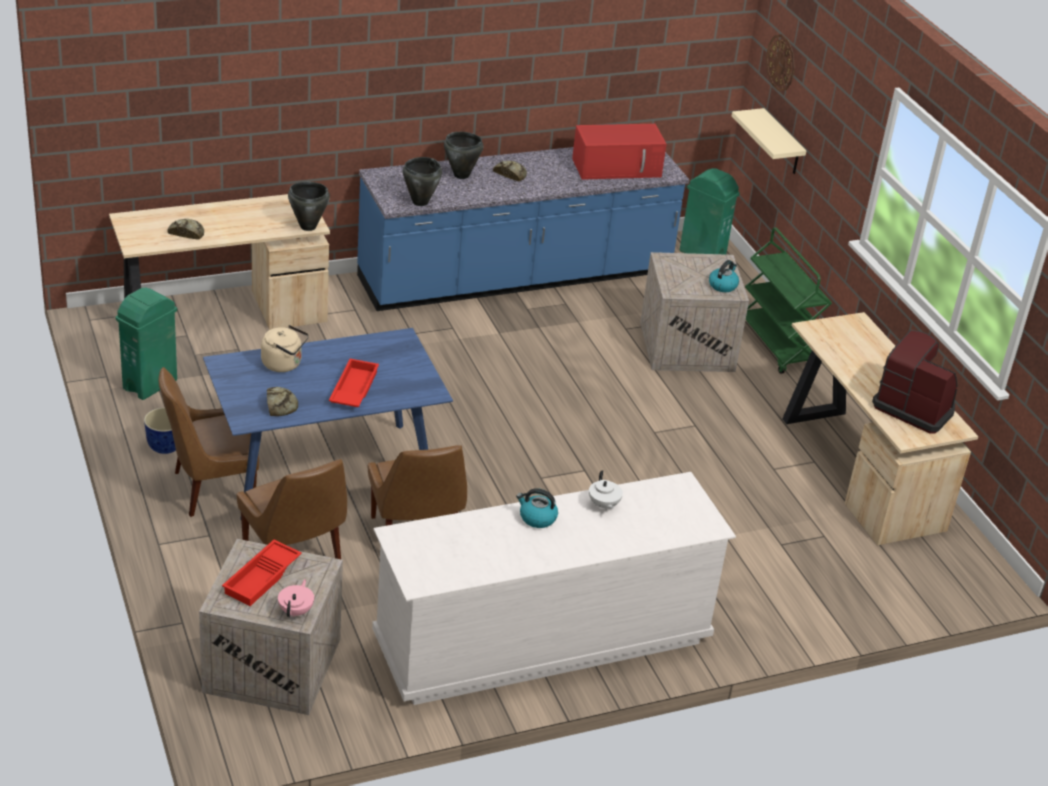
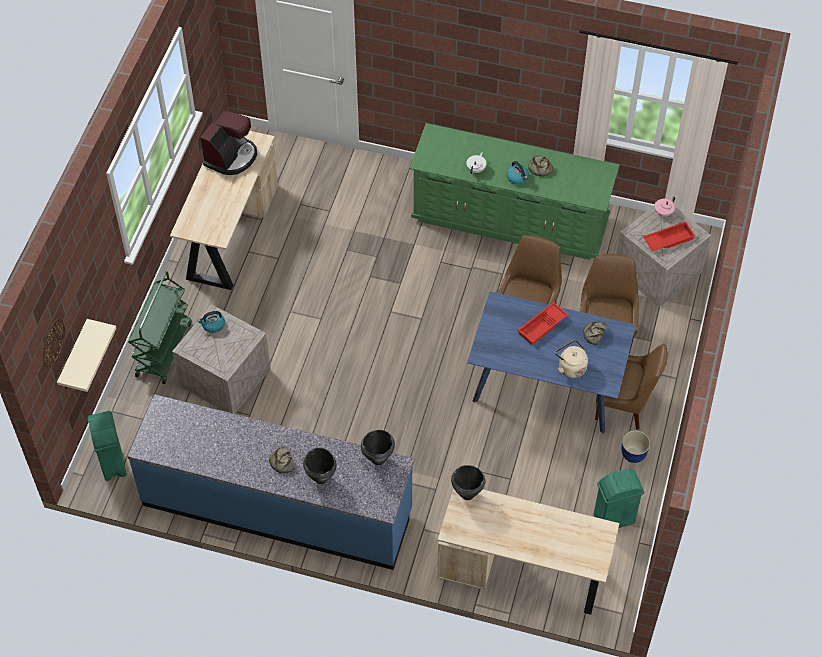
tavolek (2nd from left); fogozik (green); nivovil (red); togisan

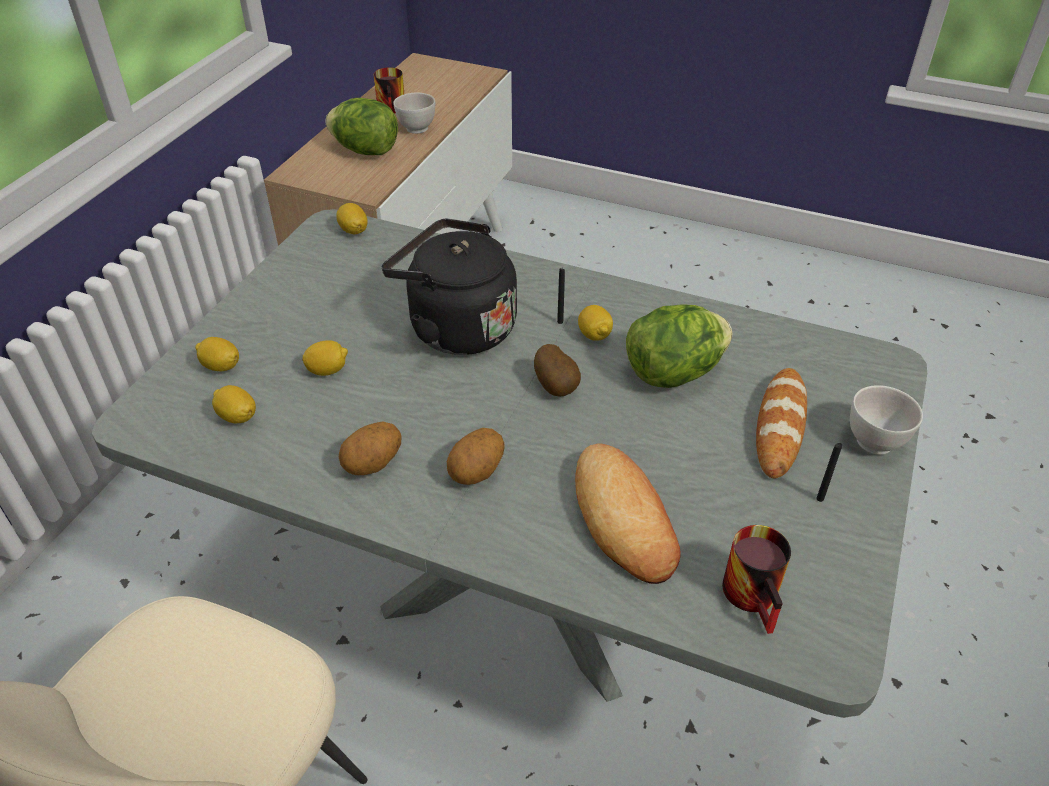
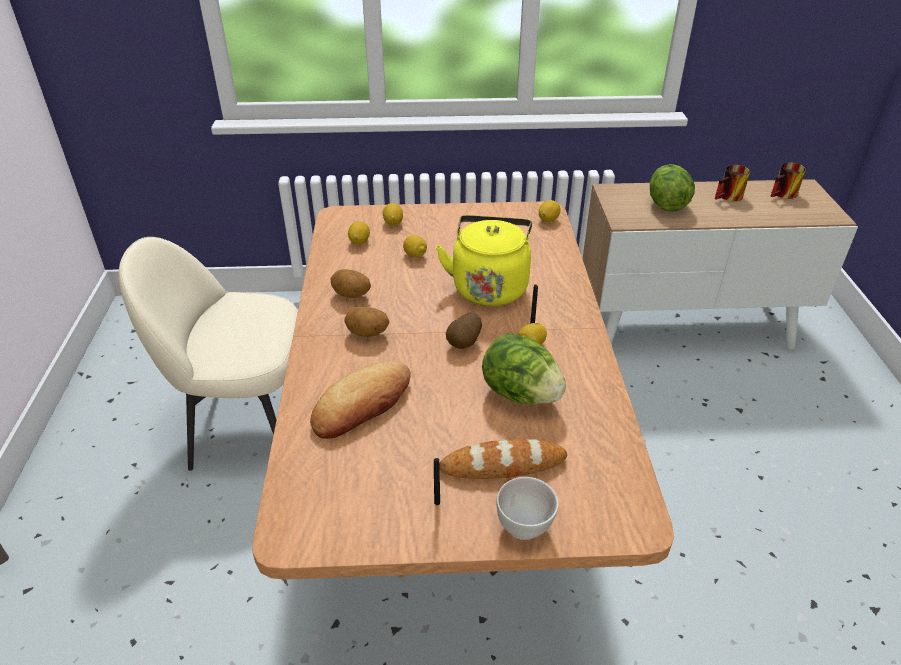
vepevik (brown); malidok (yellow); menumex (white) (1st from left in the first image); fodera (2nd from left)

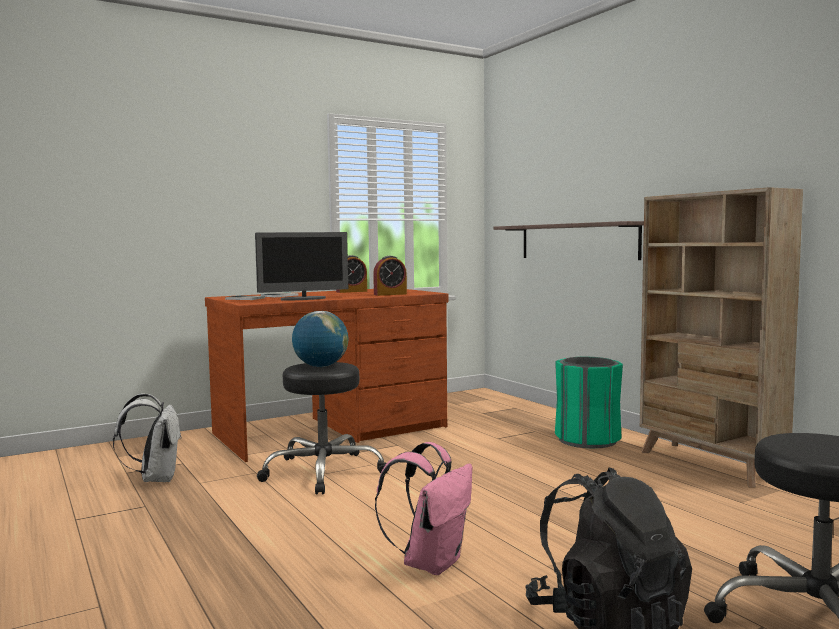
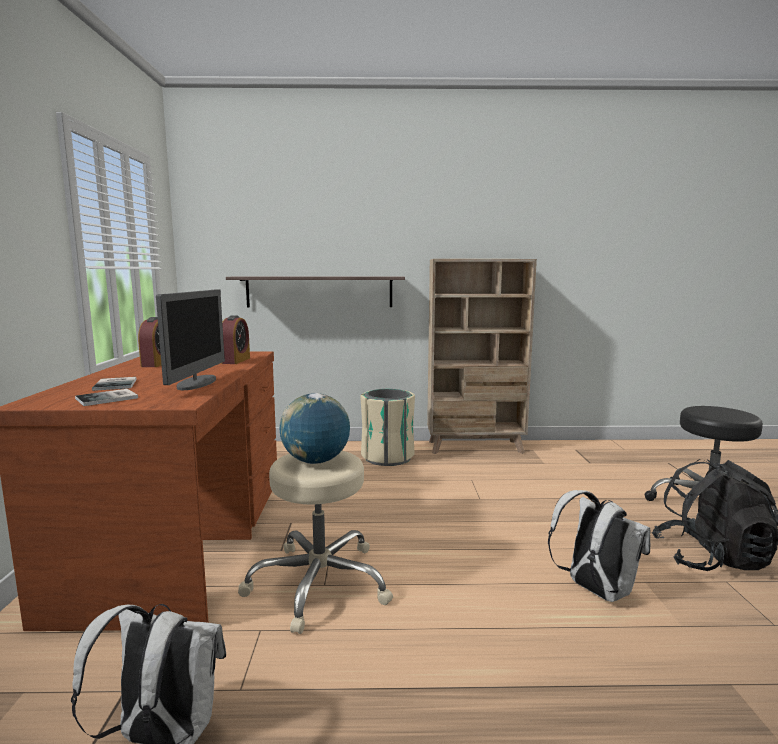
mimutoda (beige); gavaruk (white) (2nd from left); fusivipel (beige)

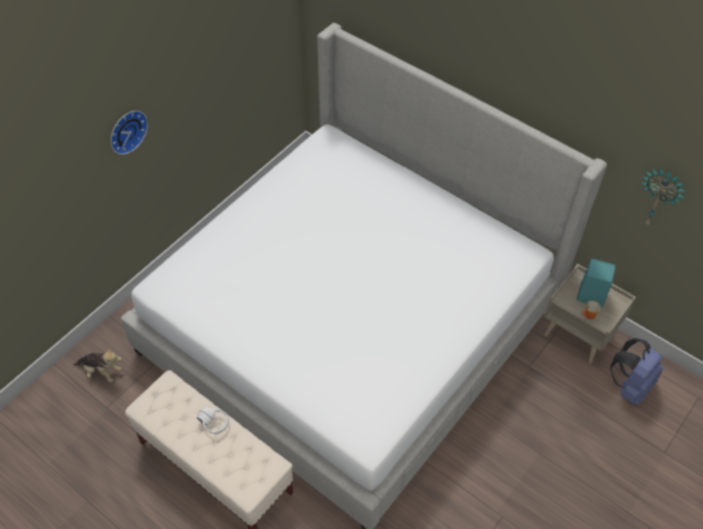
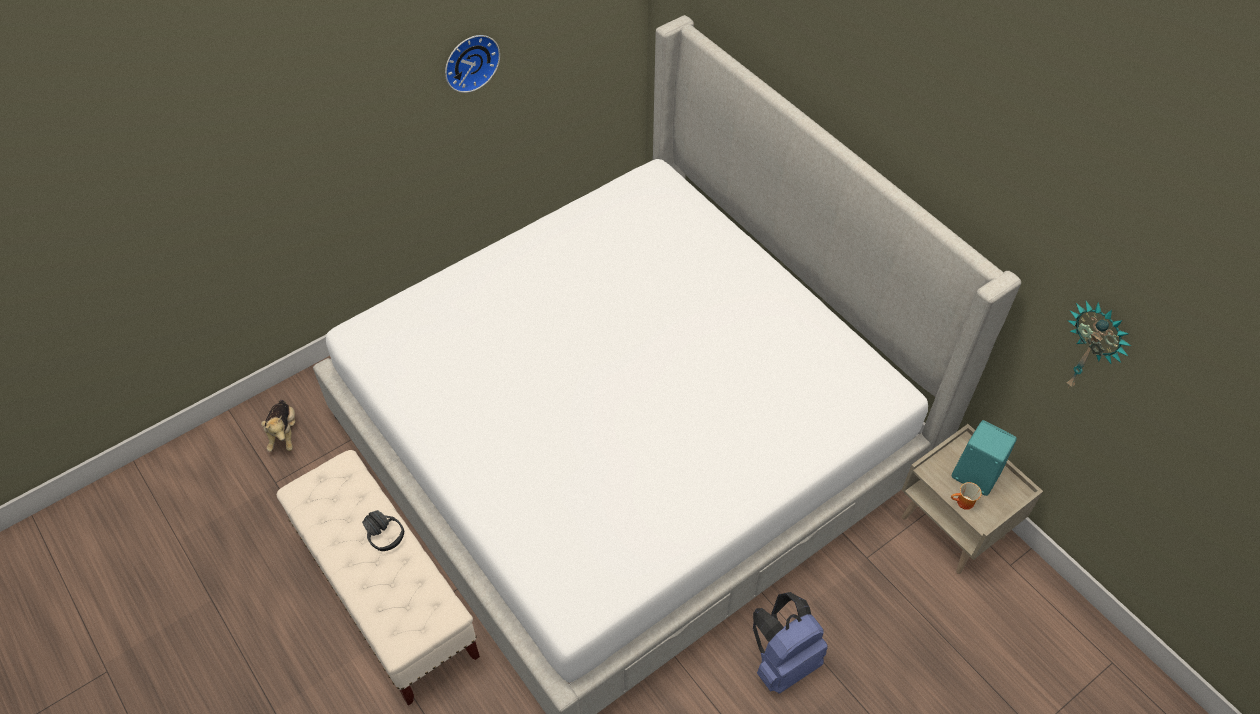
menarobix; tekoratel (1st from left); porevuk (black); gavaruk (blue)

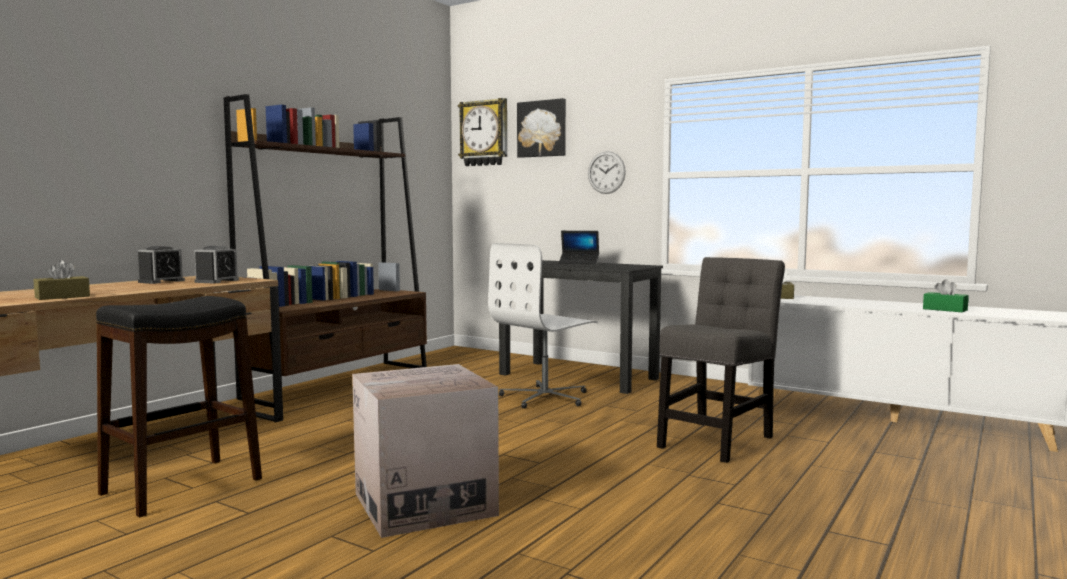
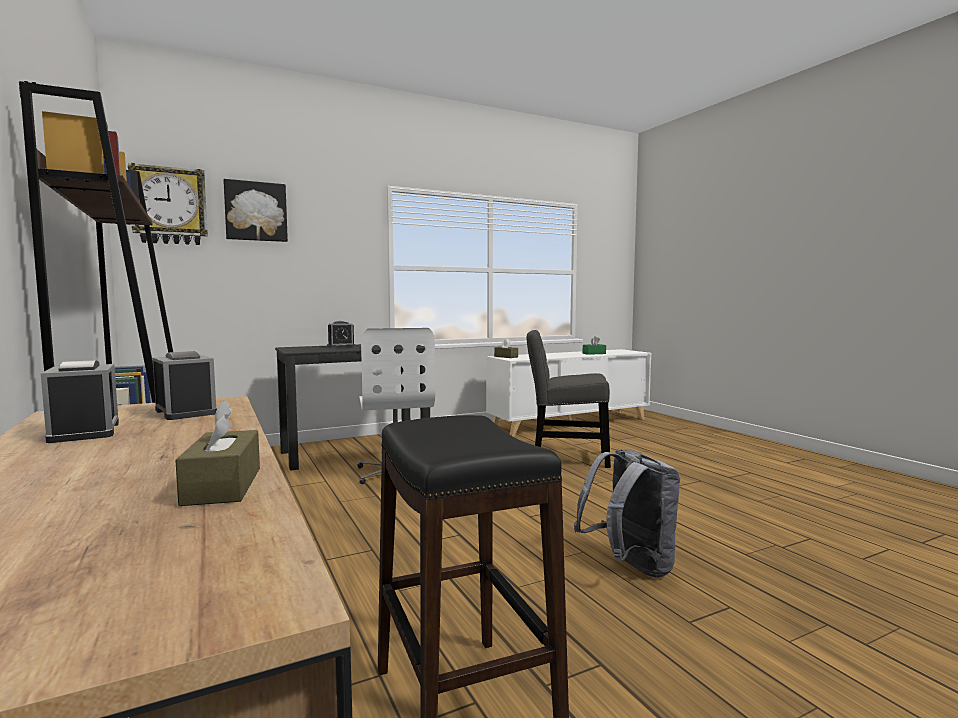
gavaruk (grey); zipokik (3rd from left); tekoratel (2nd from left in the first image); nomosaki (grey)

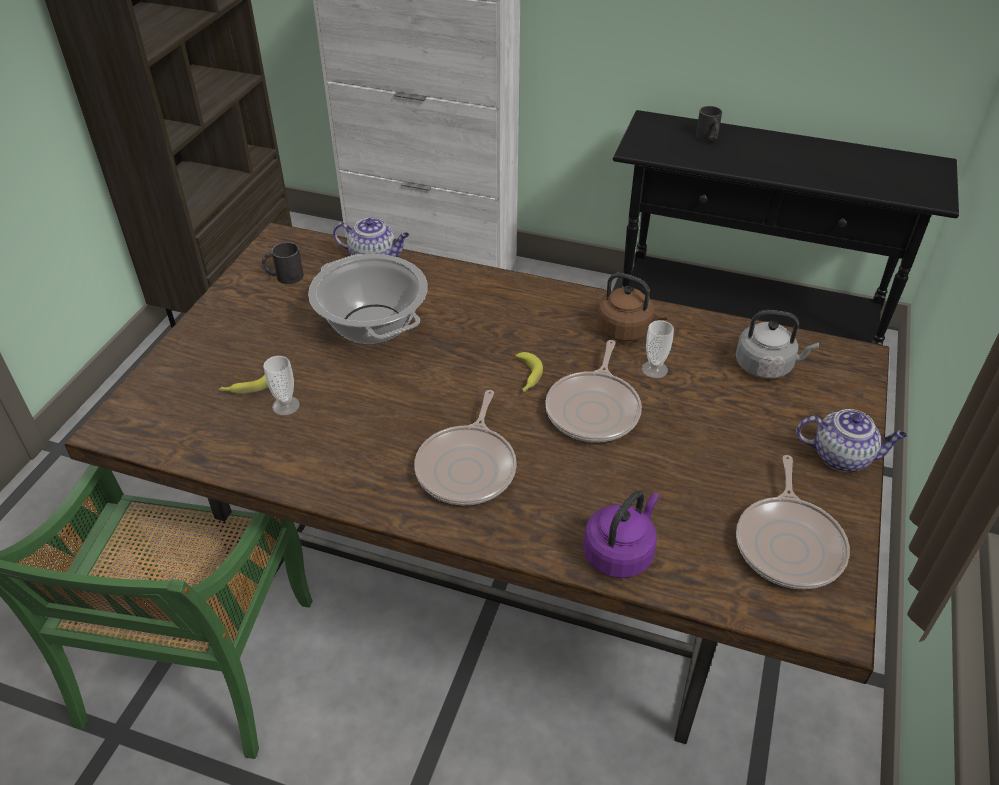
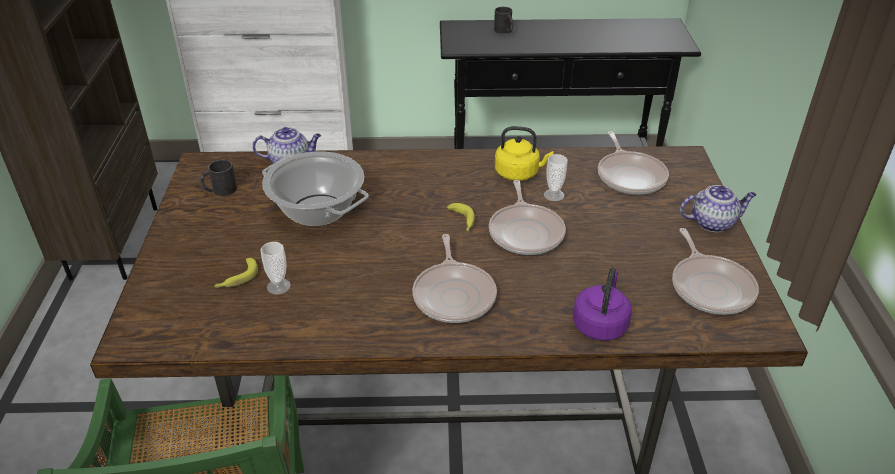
malidok (yellow); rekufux (3rd from left)

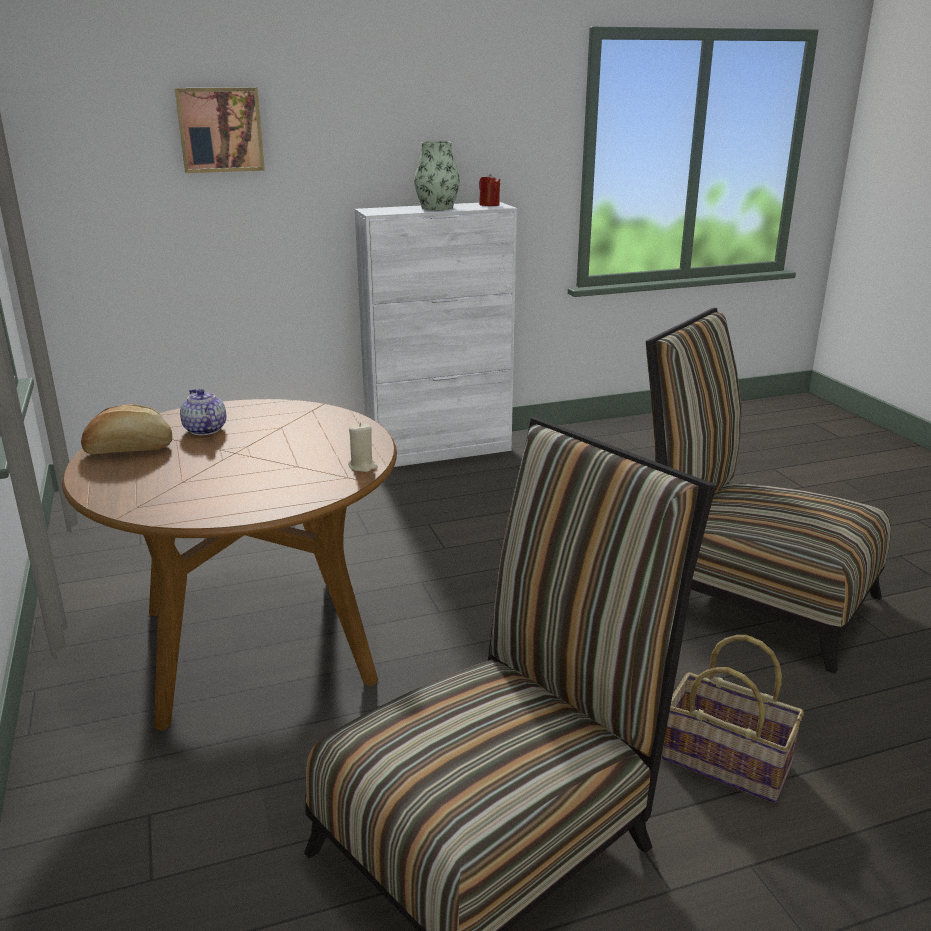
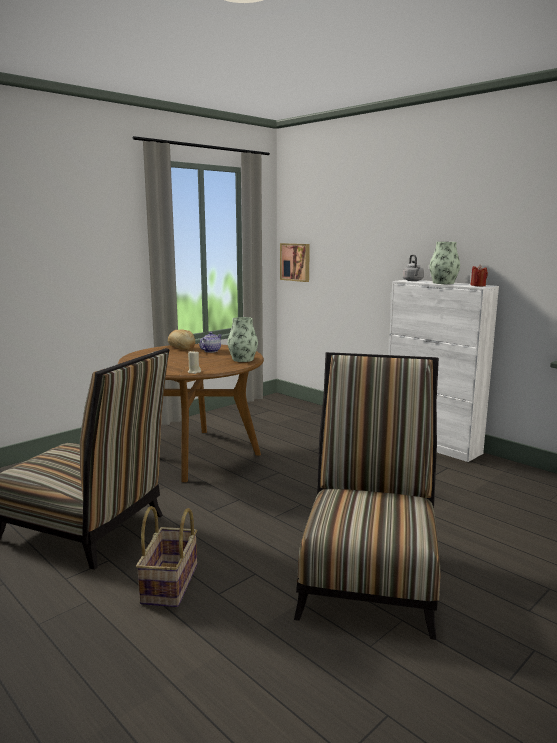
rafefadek; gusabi (1st from left); malidok (grey)

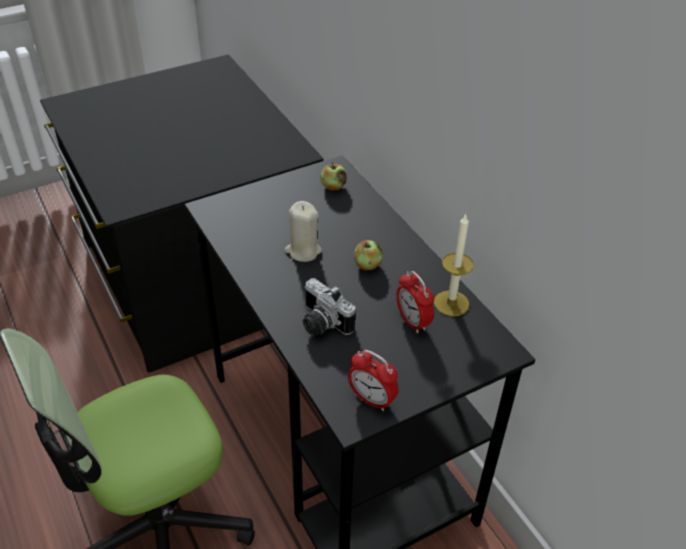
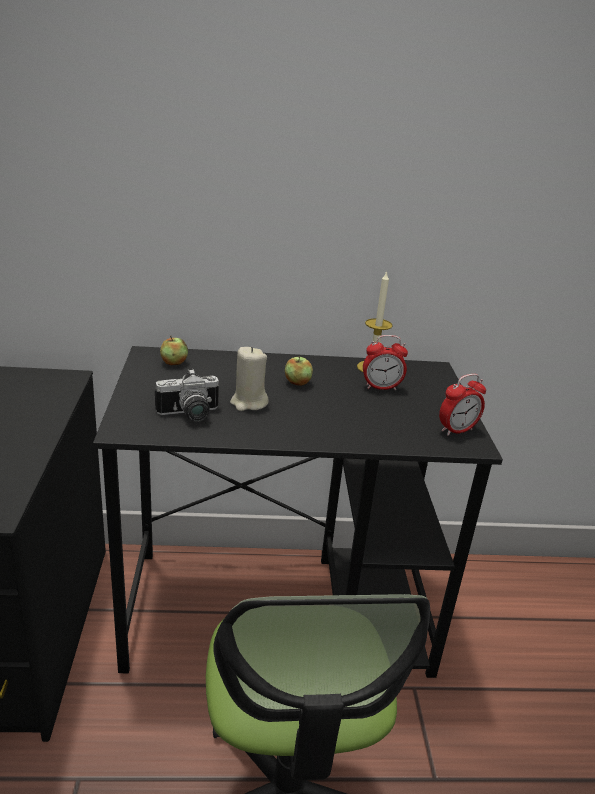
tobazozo

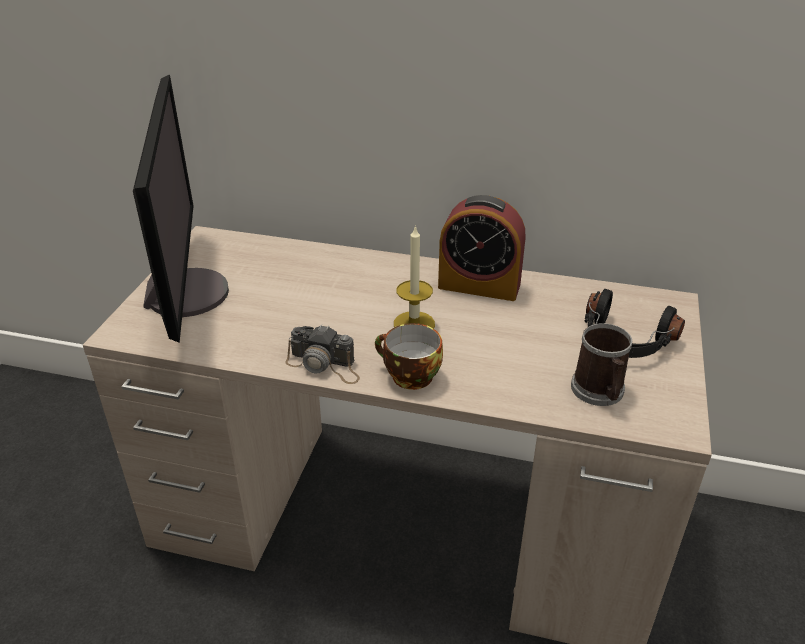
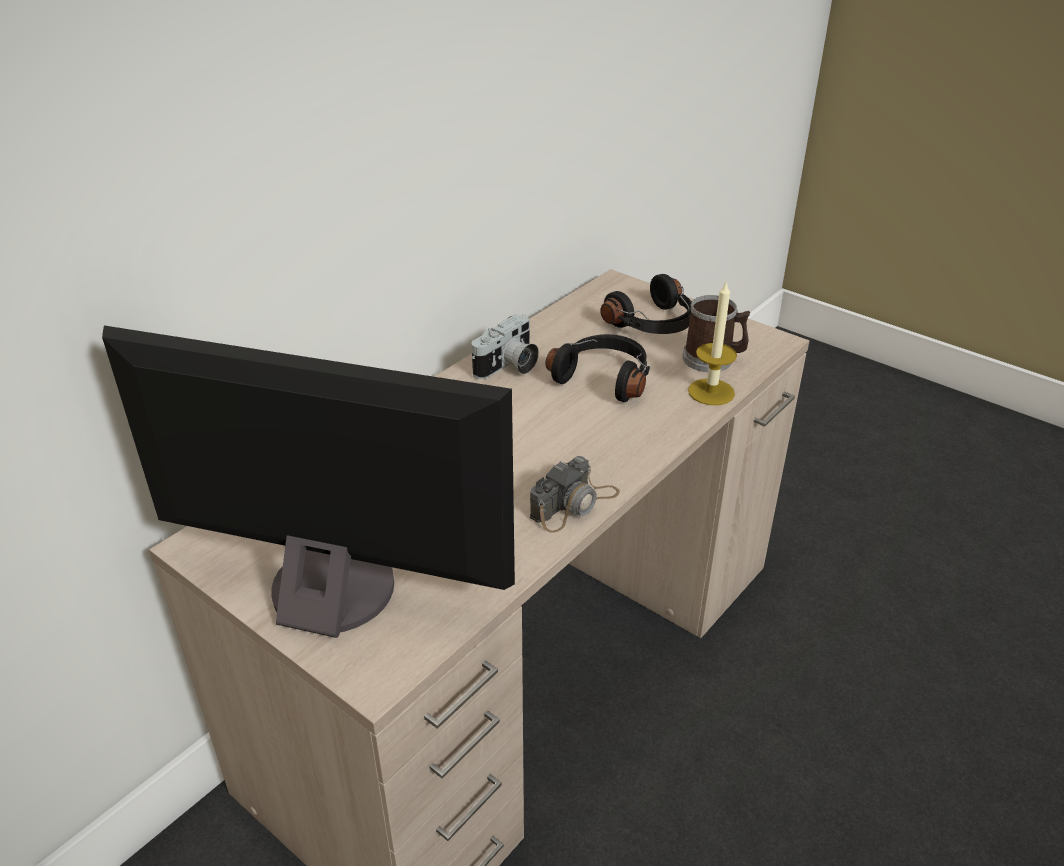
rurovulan; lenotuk; tobazozo (1st from left); porevuk (black) (1st from left)

